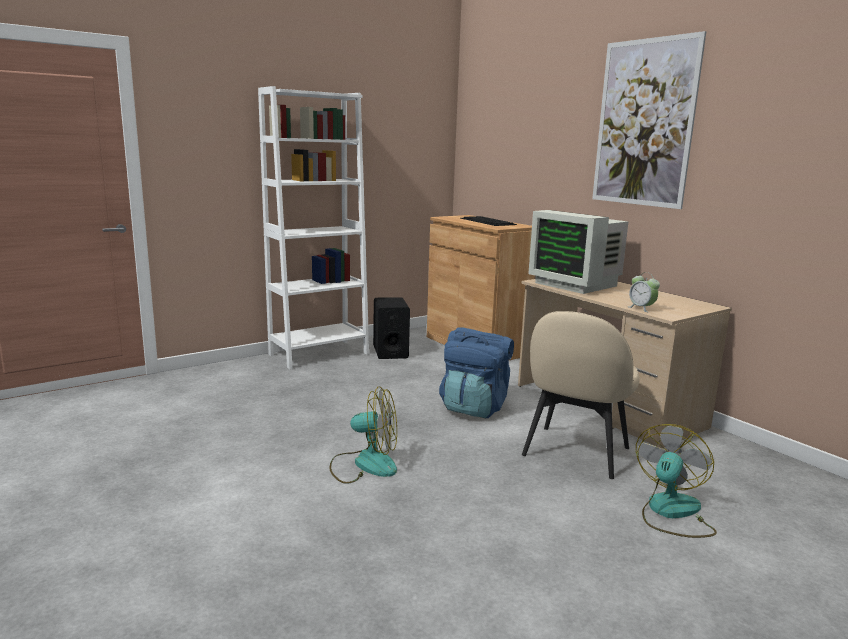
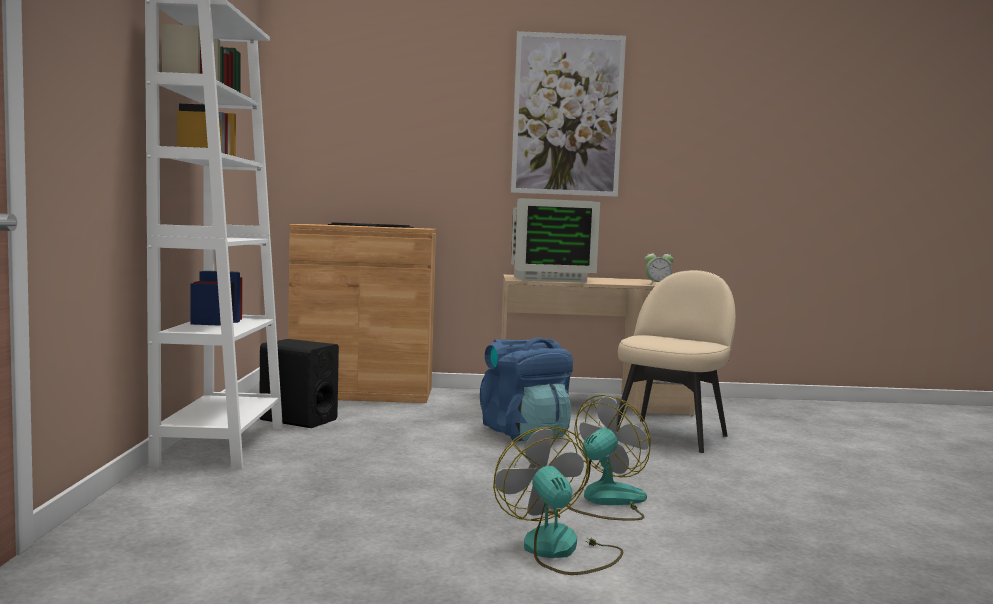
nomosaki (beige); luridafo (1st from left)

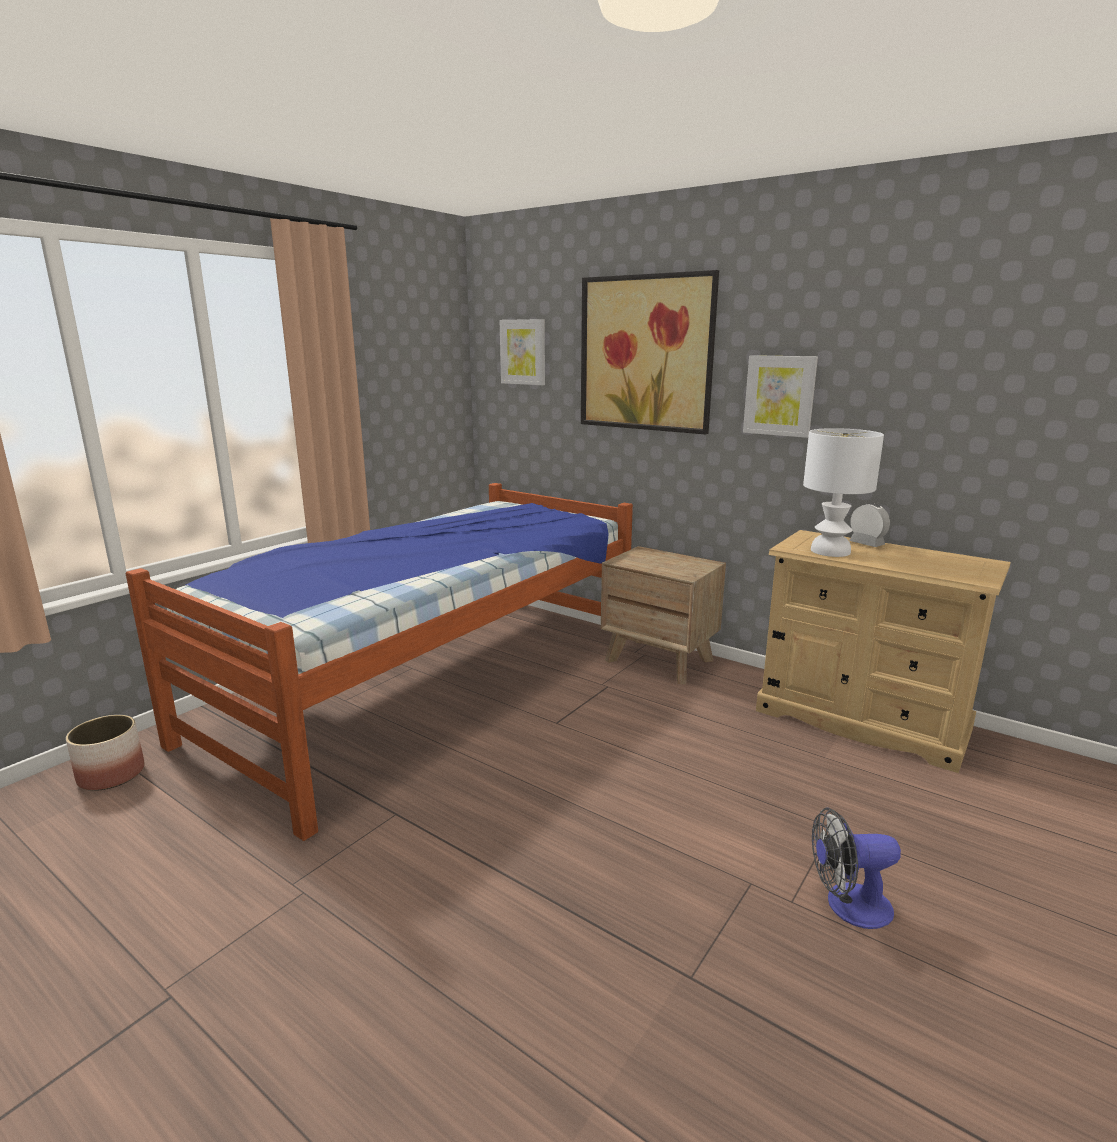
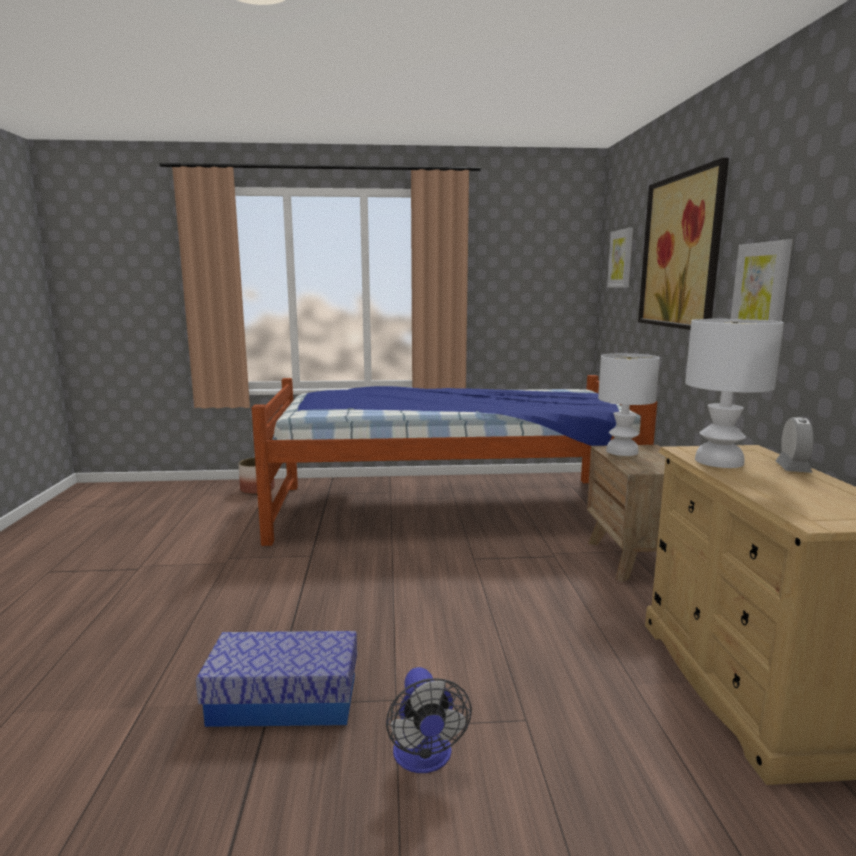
luridafo; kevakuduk; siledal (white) (1st from left)

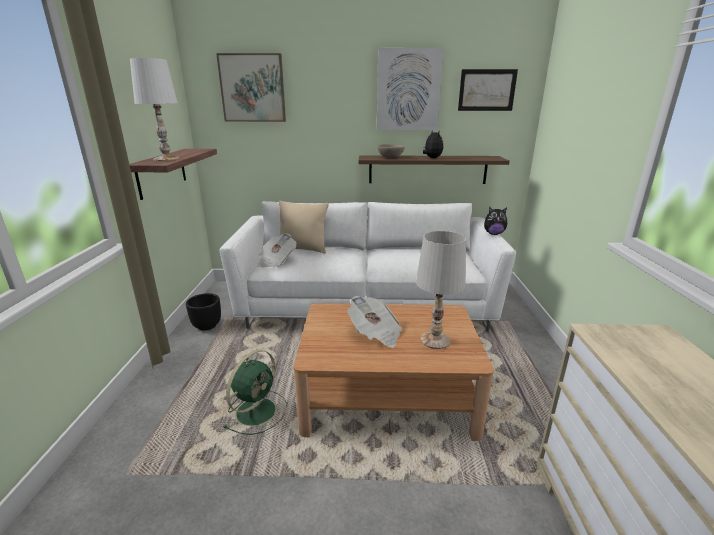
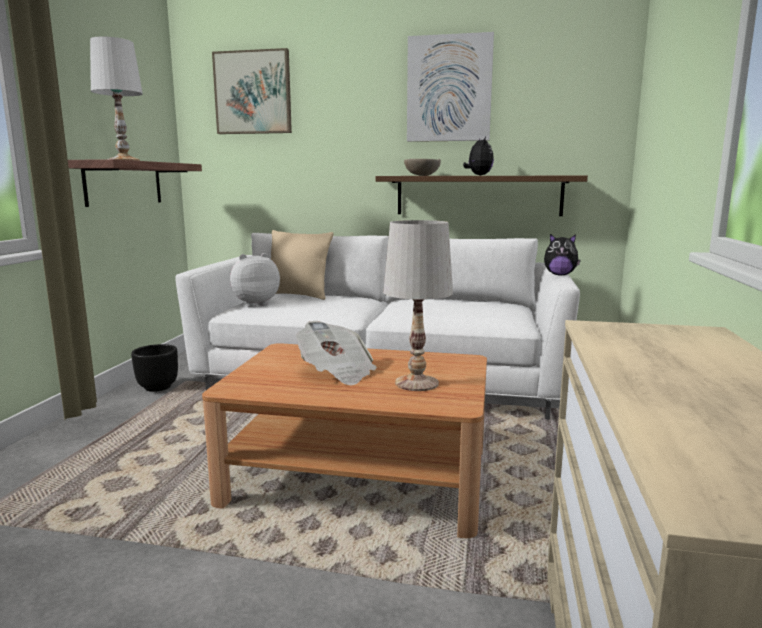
luridafo (green); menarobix (1st from left); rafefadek (3rd from left in the first image)

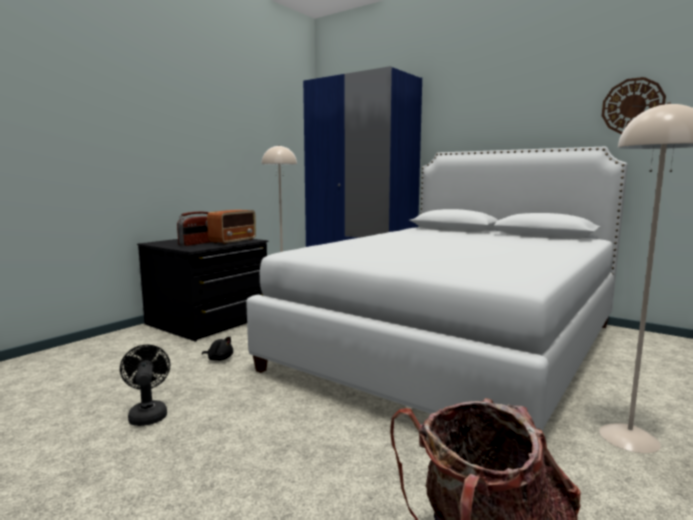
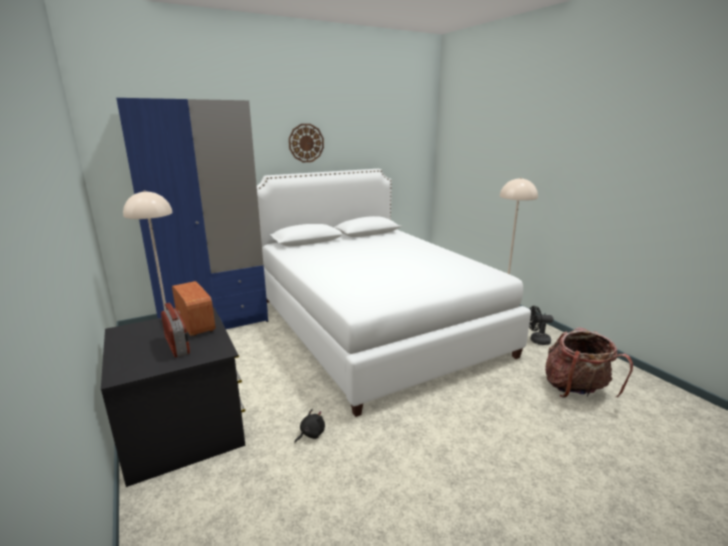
luridafo (black); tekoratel

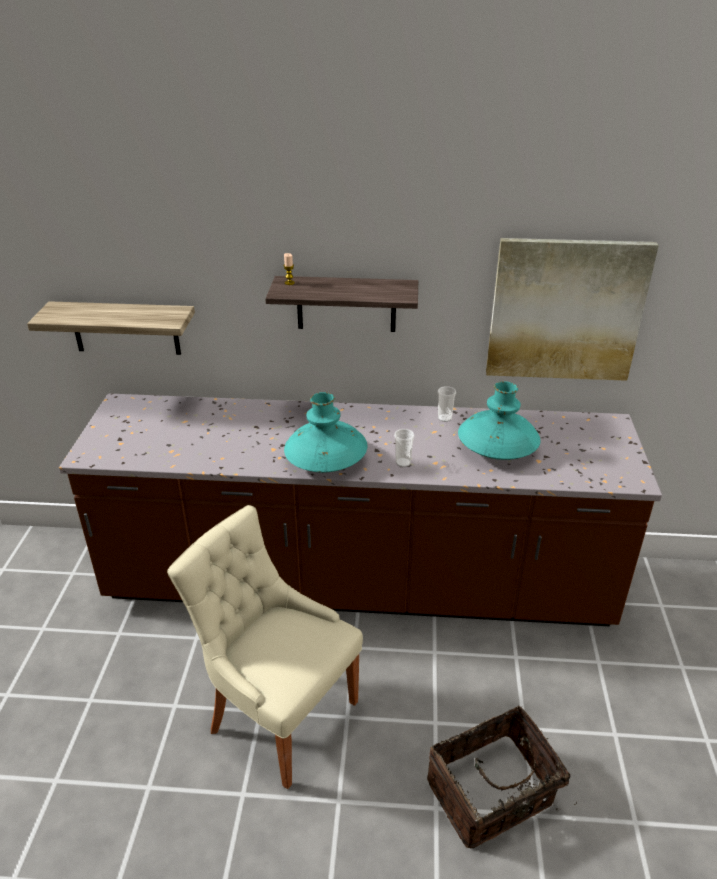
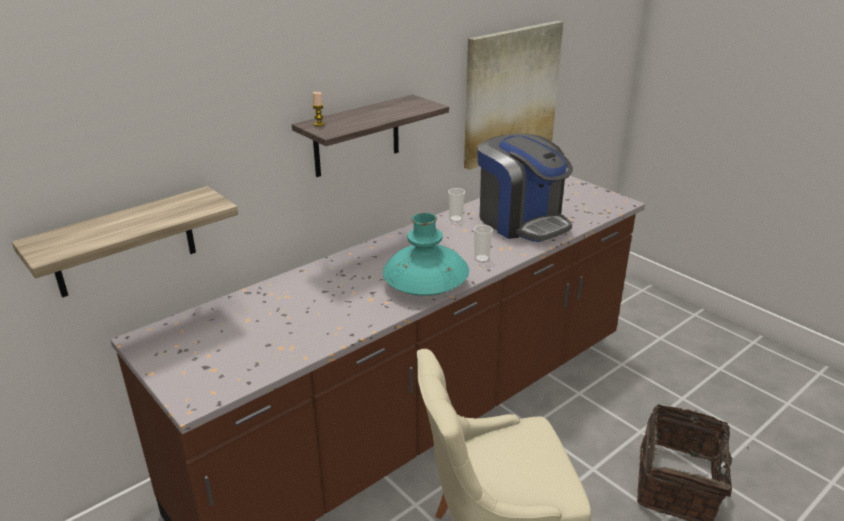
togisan

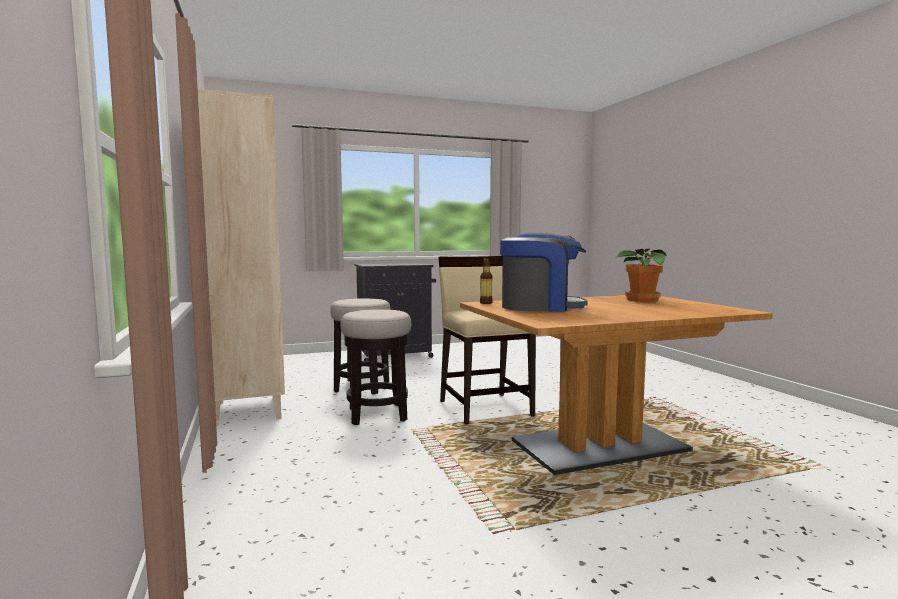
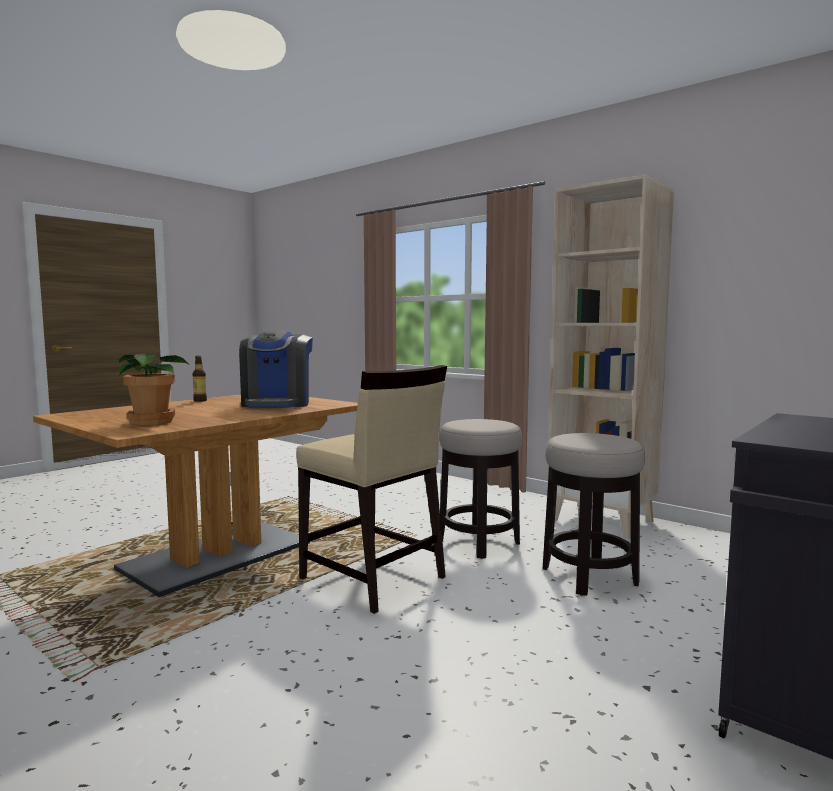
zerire; togisan

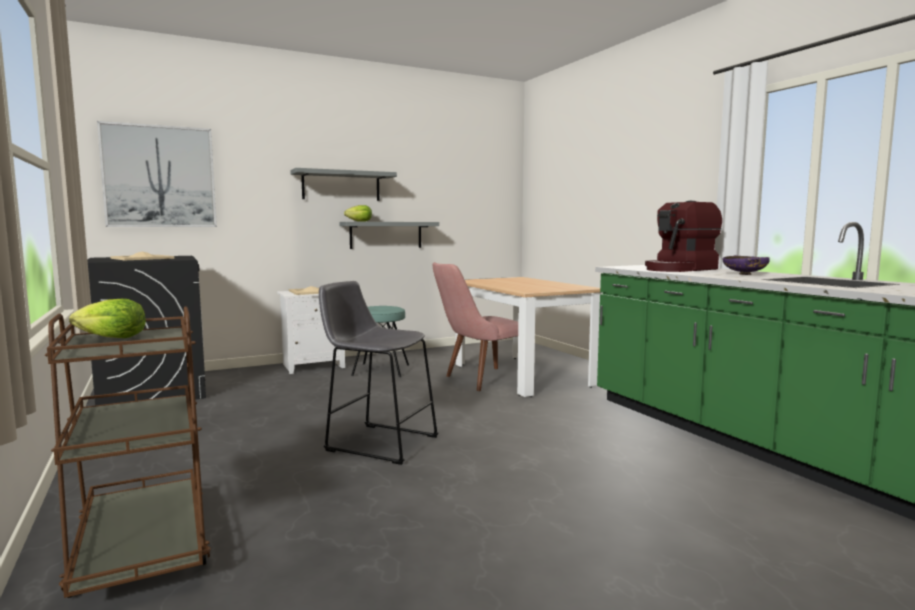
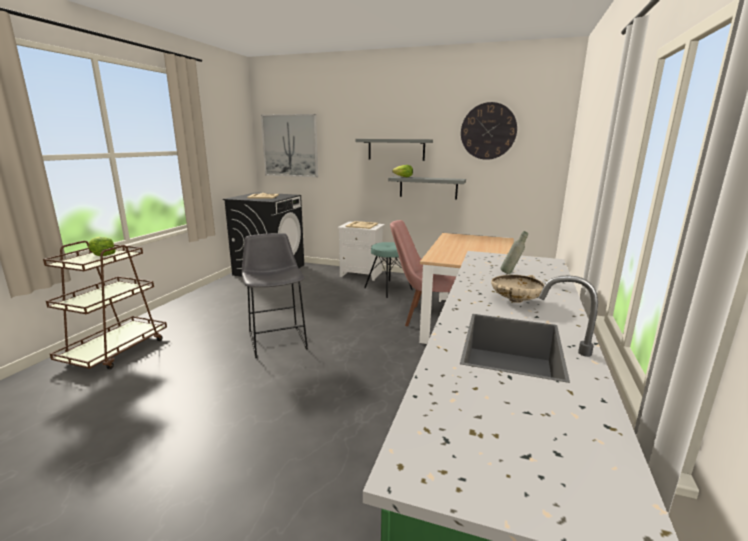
zerire (grey); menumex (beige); tekoratel

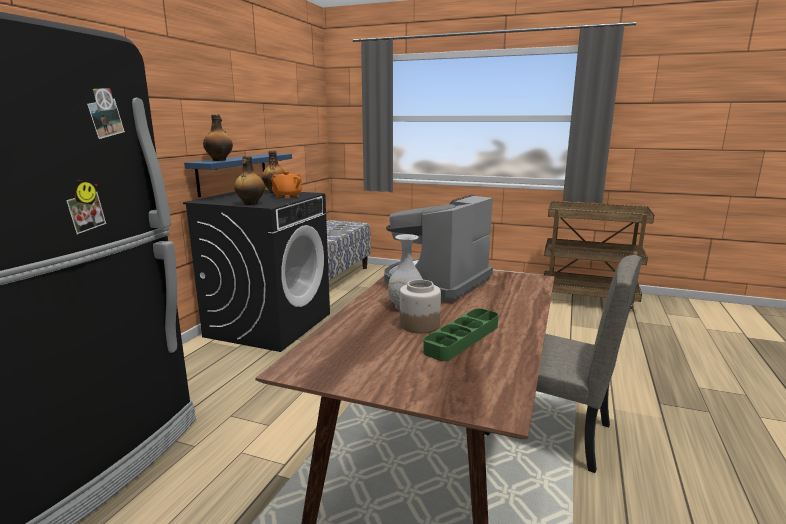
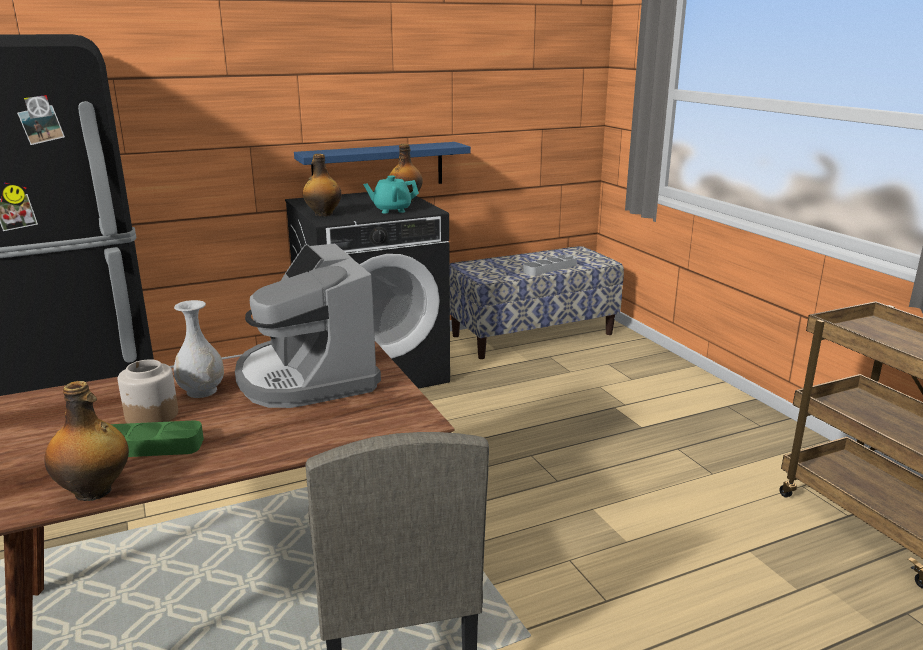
zerire (1st from left); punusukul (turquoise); togisan

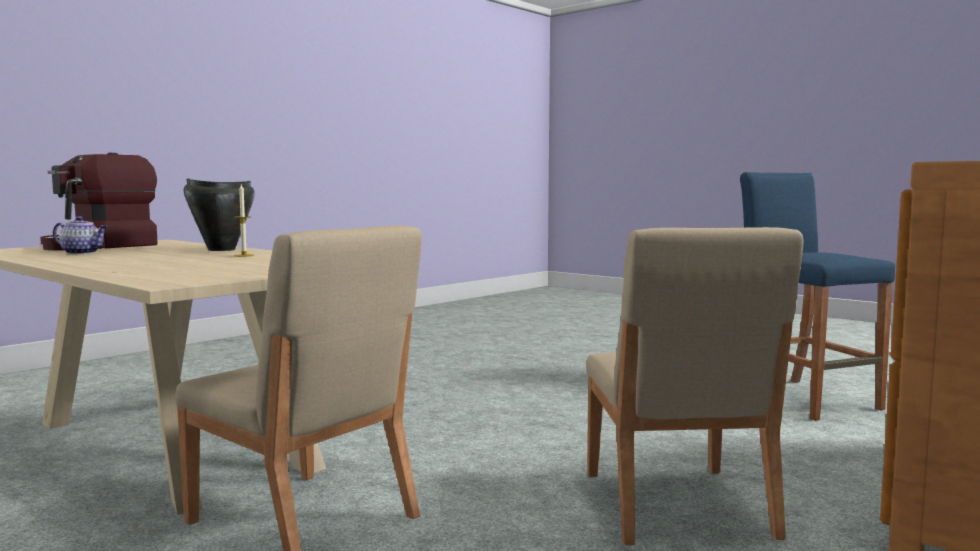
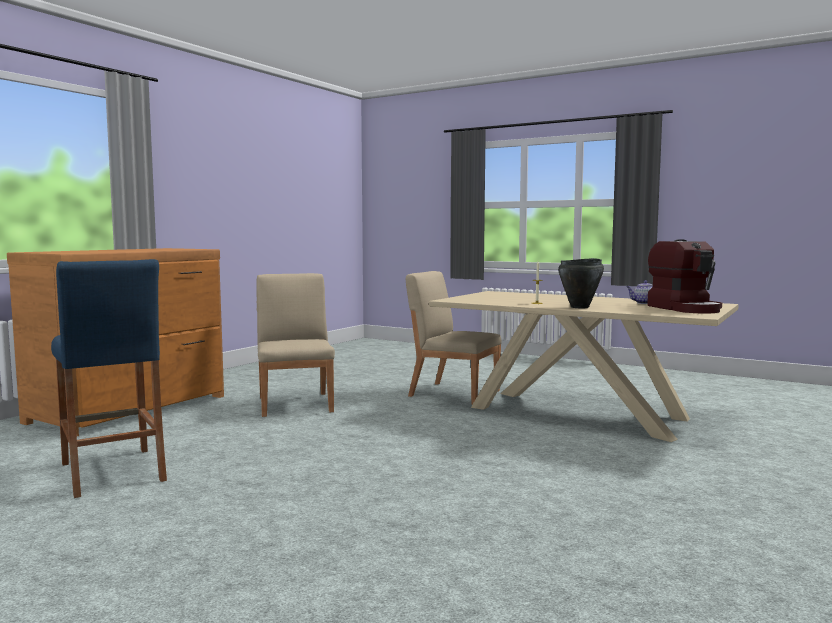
togisan

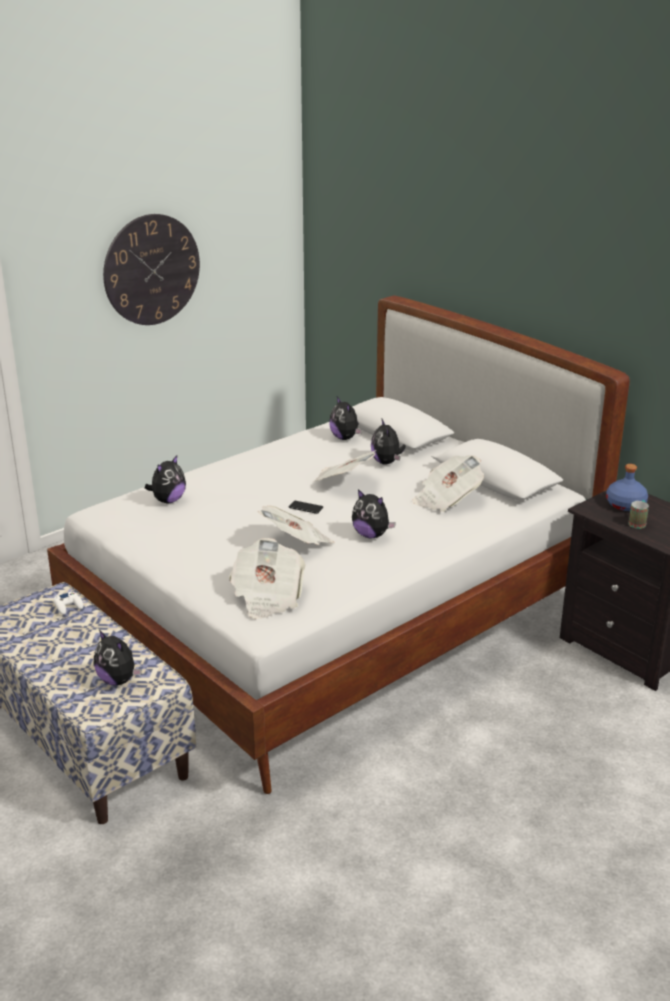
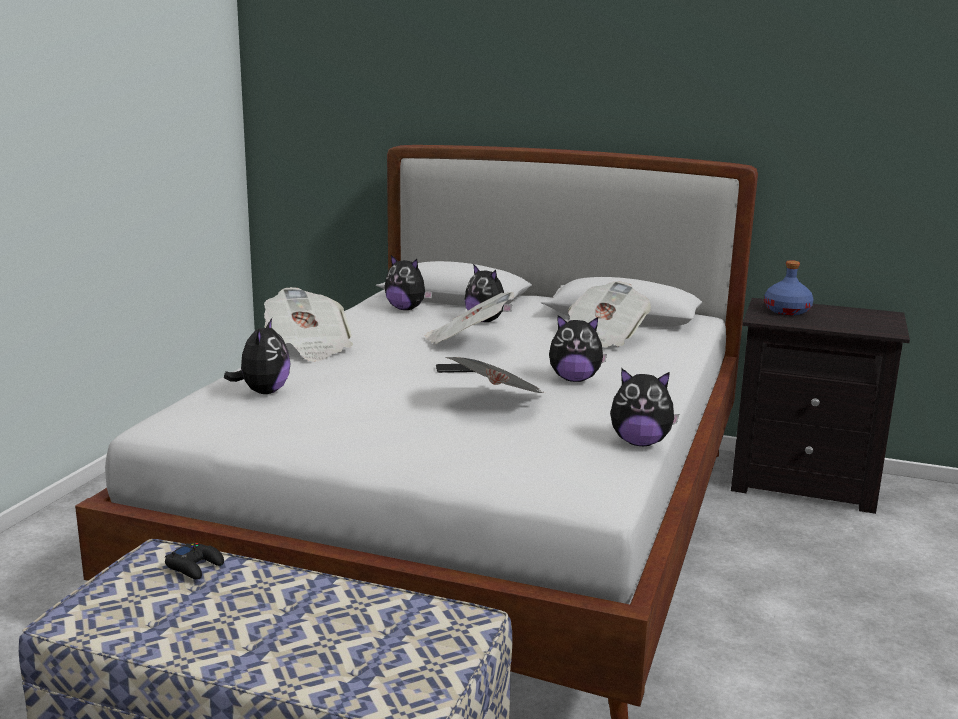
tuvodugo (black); menarobix (5th from left); tekoratel; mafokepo (1st from left); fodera

